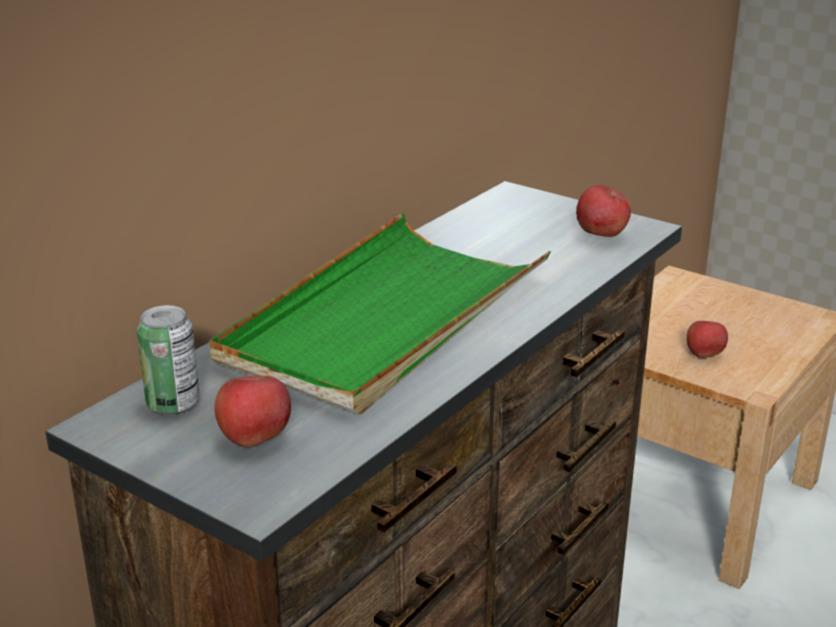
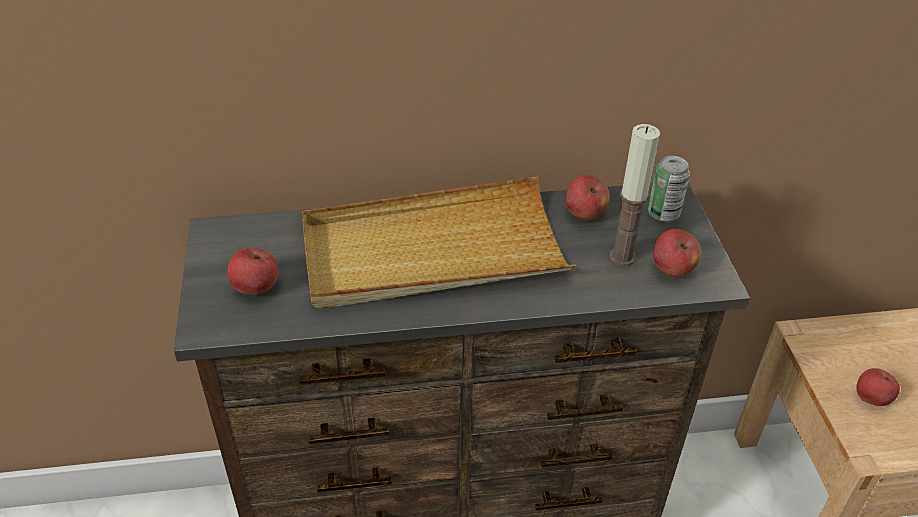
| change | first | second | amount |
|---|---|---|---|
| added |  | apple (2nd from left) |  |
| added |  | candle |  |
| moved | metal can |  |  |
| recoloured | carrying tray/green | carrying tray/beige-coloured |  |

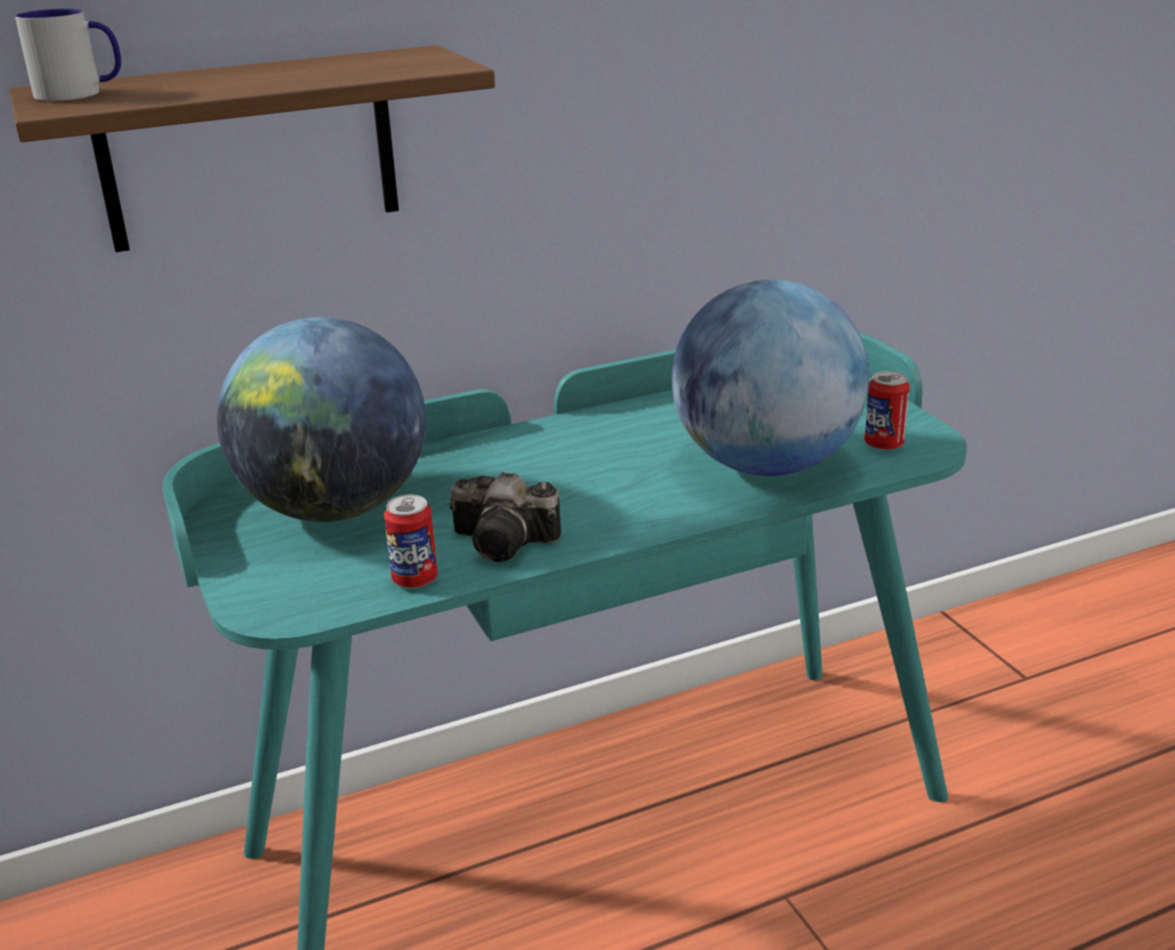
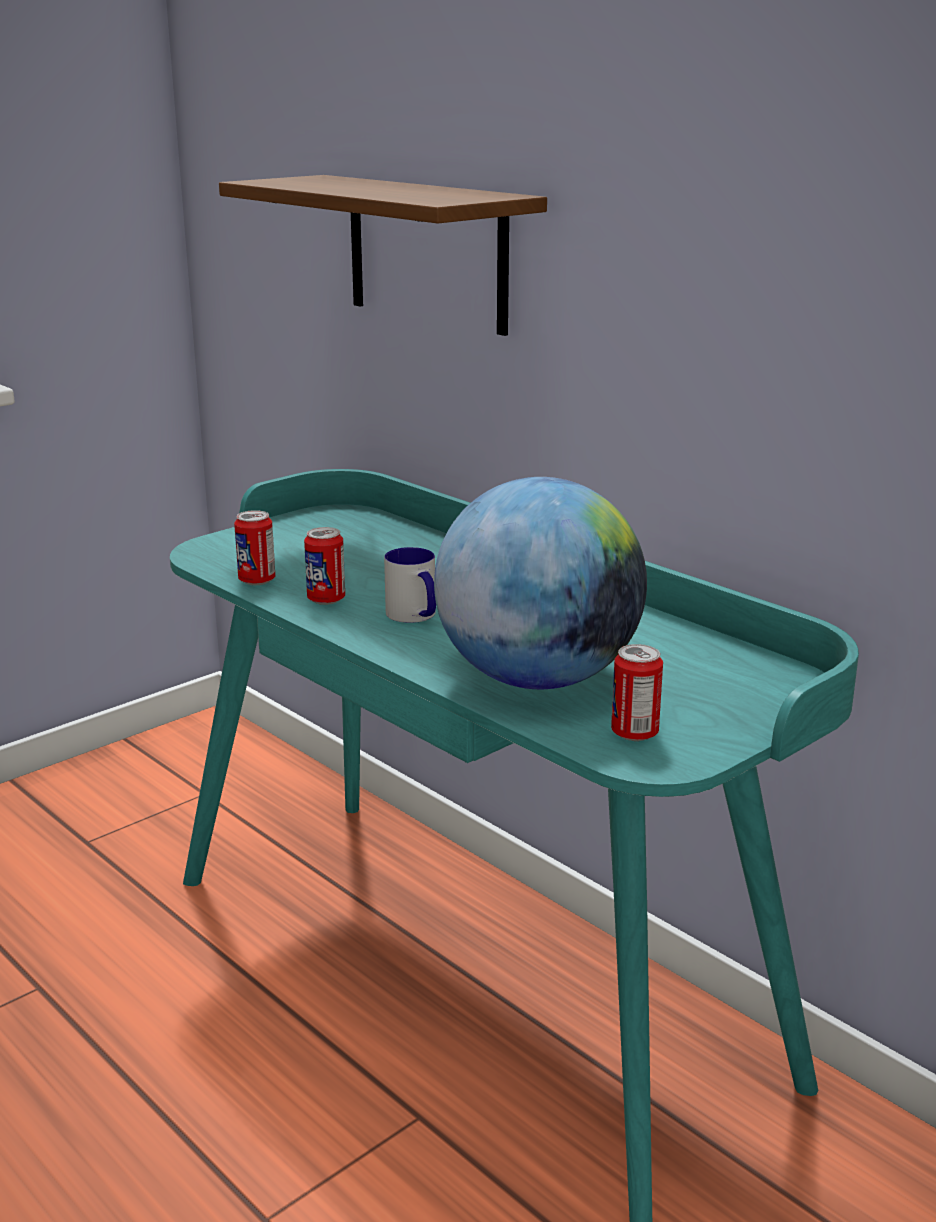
| change | first | second | amount |
|---|---|---|---|
| removed | globe (1st from left) |  |  |
| moved | mug |  |  |
| replaced | still camera | metal can (2nd from left) |  |

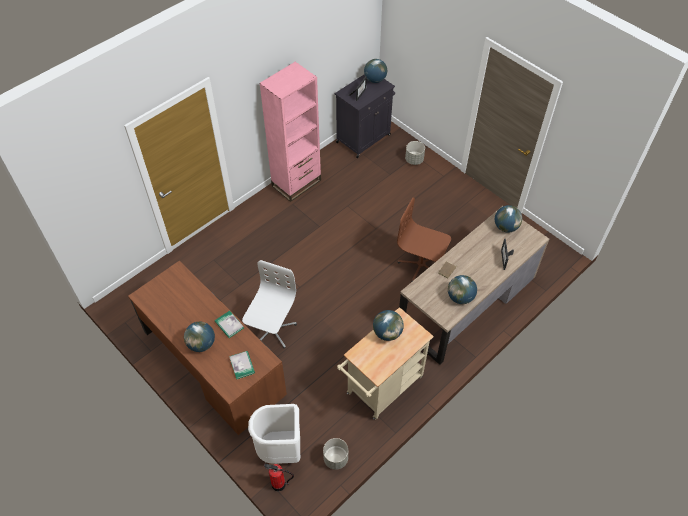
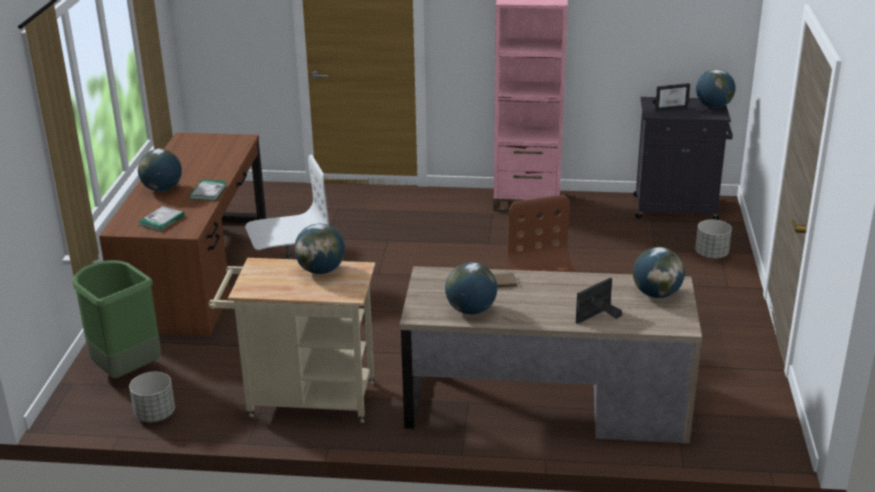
| change | first | second | amount |
|---|---|---|---|
| removed | extinguisher |  |  |
| recoloured | waste bin/white | waste bin/green |  |

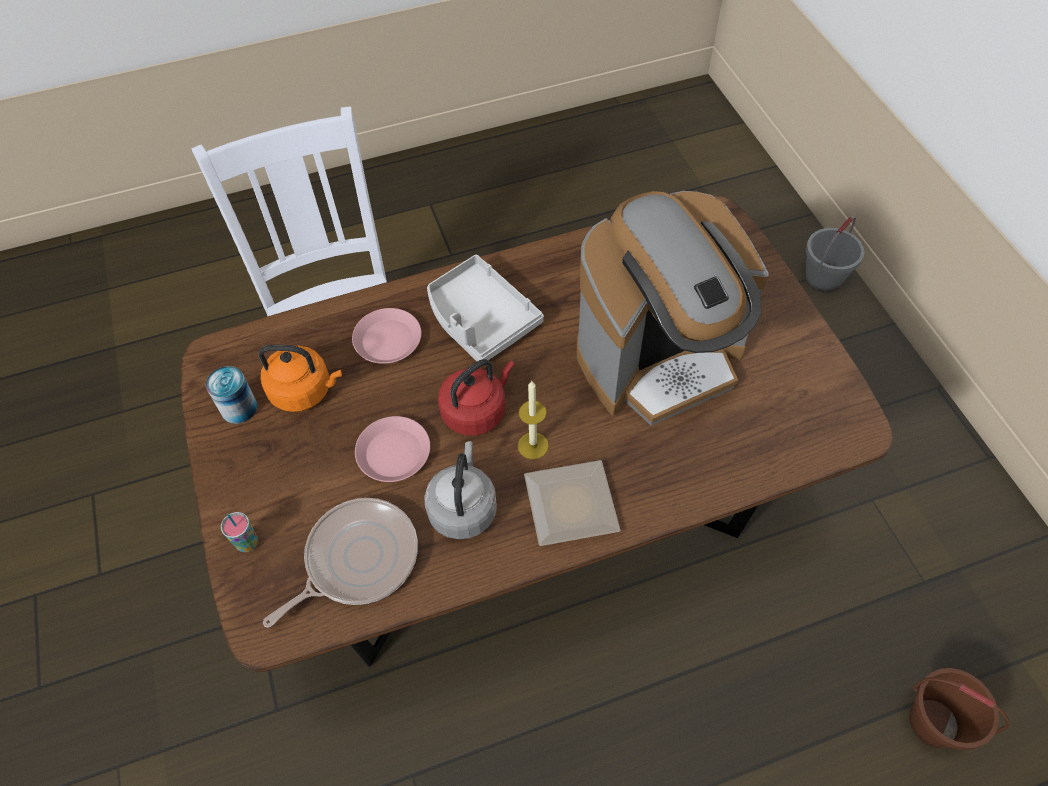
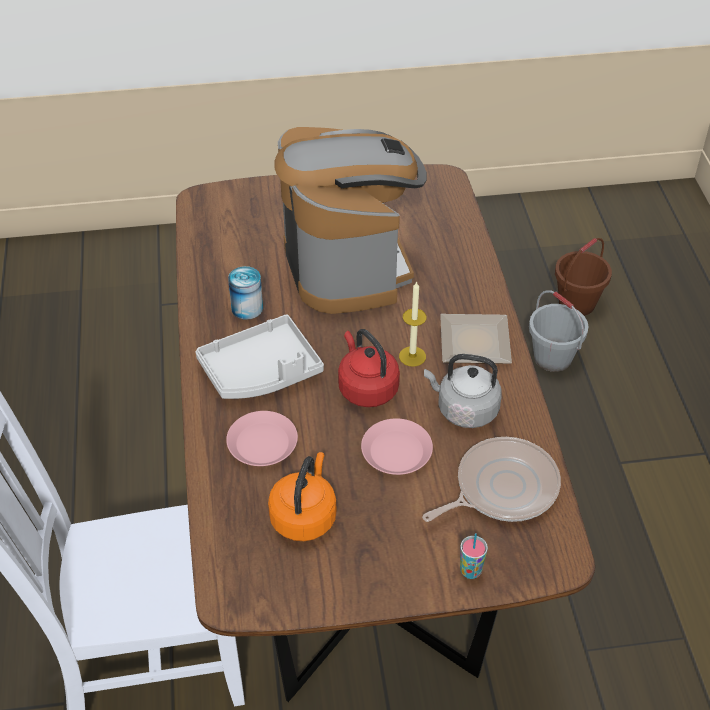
| change | first | second | amount |
|---|---|---|---|
| moved | metal can |  |  |
| moved | water bucket/greyish |  |  |
| turned | frying pan |  | 90 degrees clockwise |

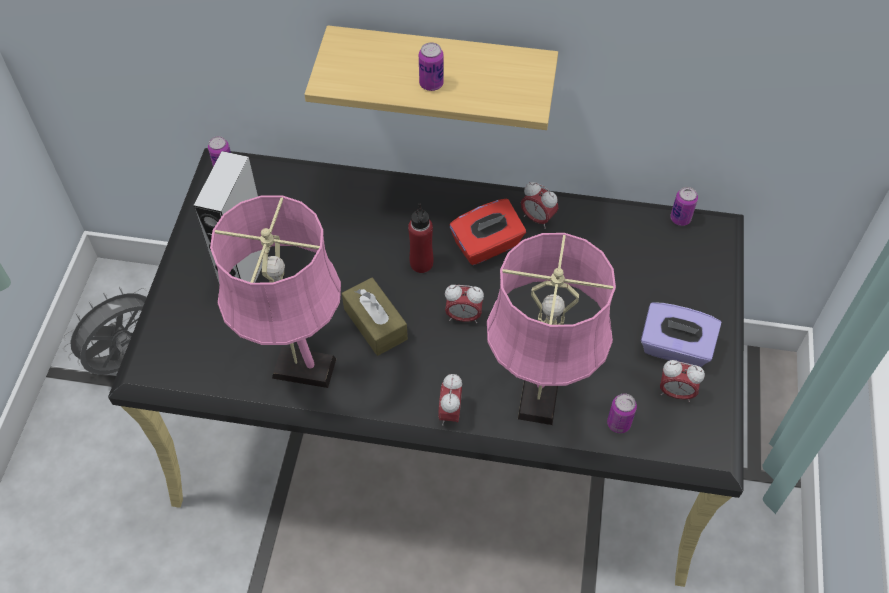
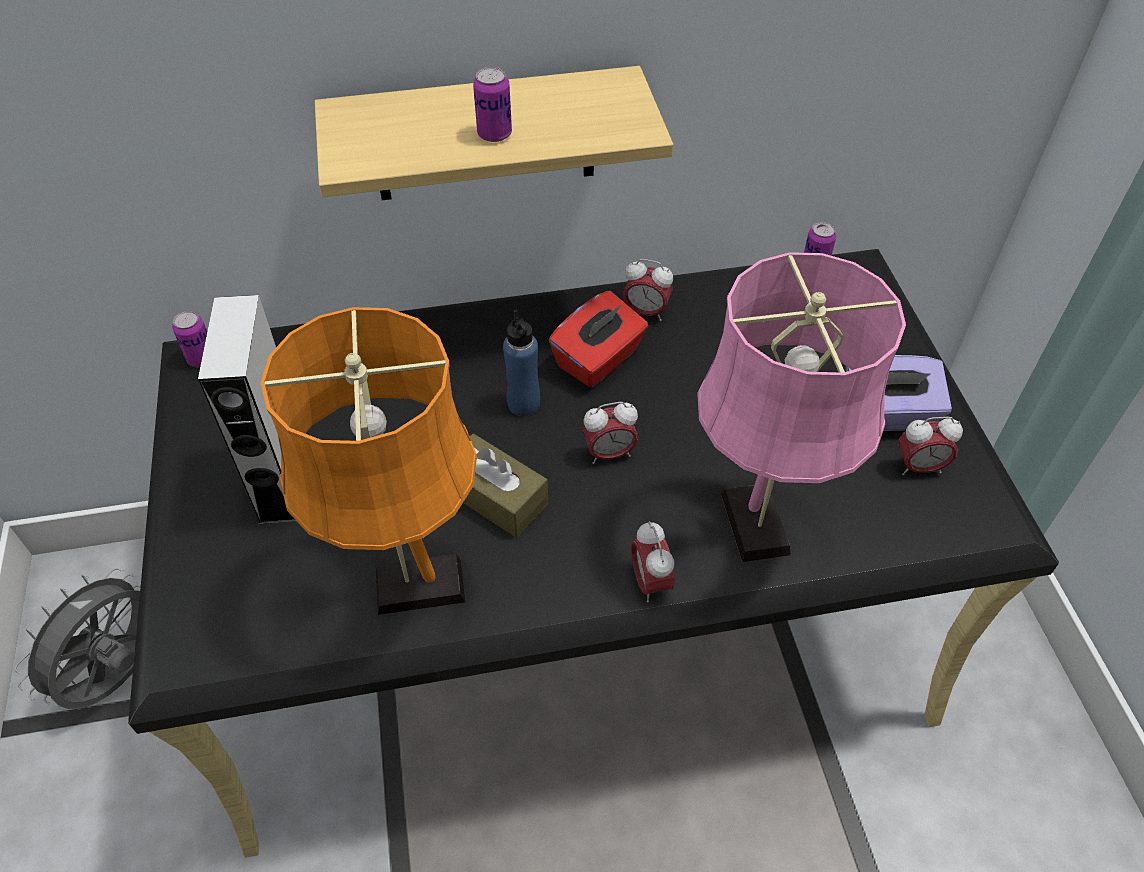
| change | first | second | amount |
|---|---|---|---|
| removed | metal can (3rd from left) |  |  |
| recoloured | lamp for a table/pink-coloured (1st from left) | lamp for a table/orangey |  |
| recoloured | bottle/red-coloured | bottle/blue-coloured |  |

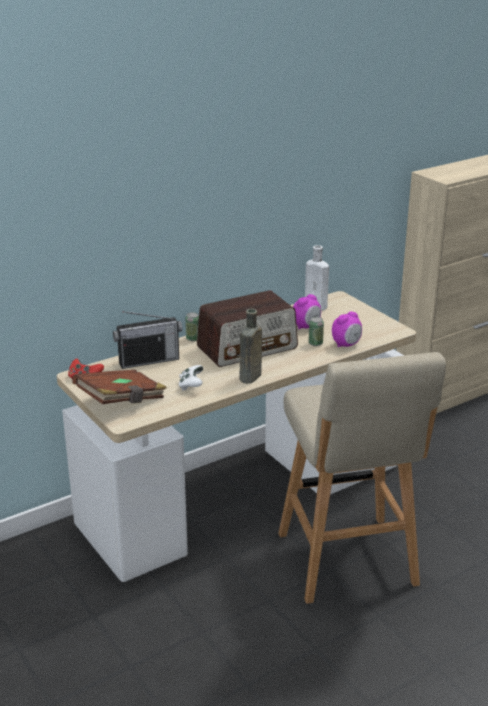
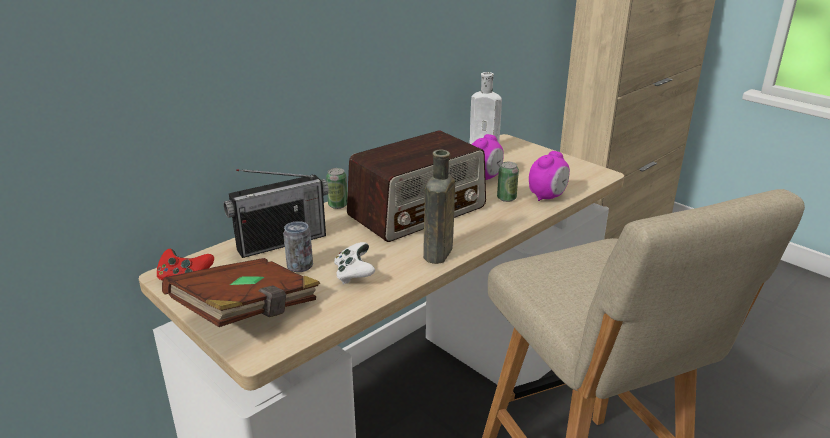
| change | first | second | amount |
|---|---|---|---|
| added |  | metal can (1st from left) |  |

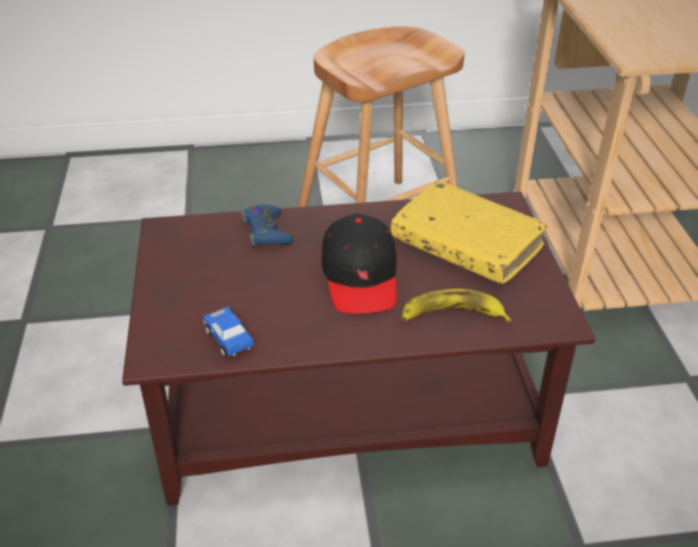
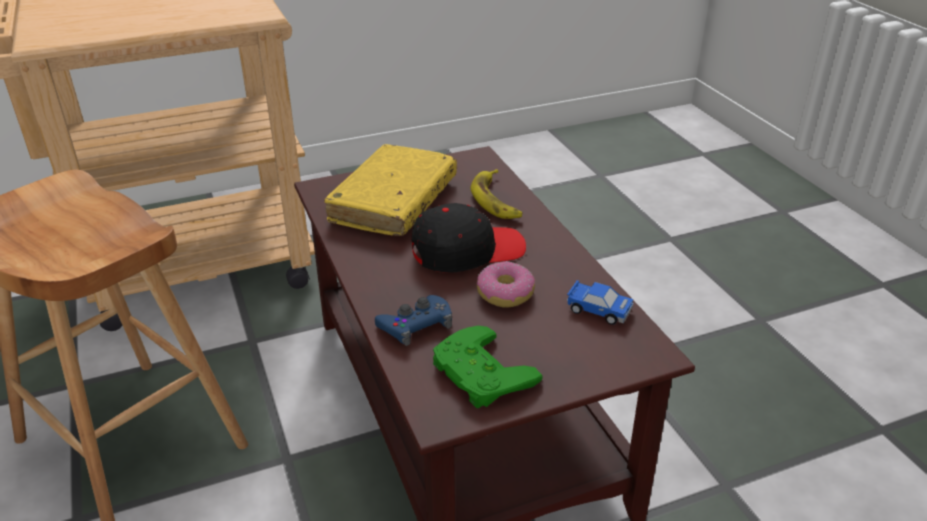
| change | first | second | amount |
|---|---|---|---|
| added |  | gamepad/green |  |
| added |  | ring doughnut |  |
| turned | toy car |  | 105 degrees counterclockwise |

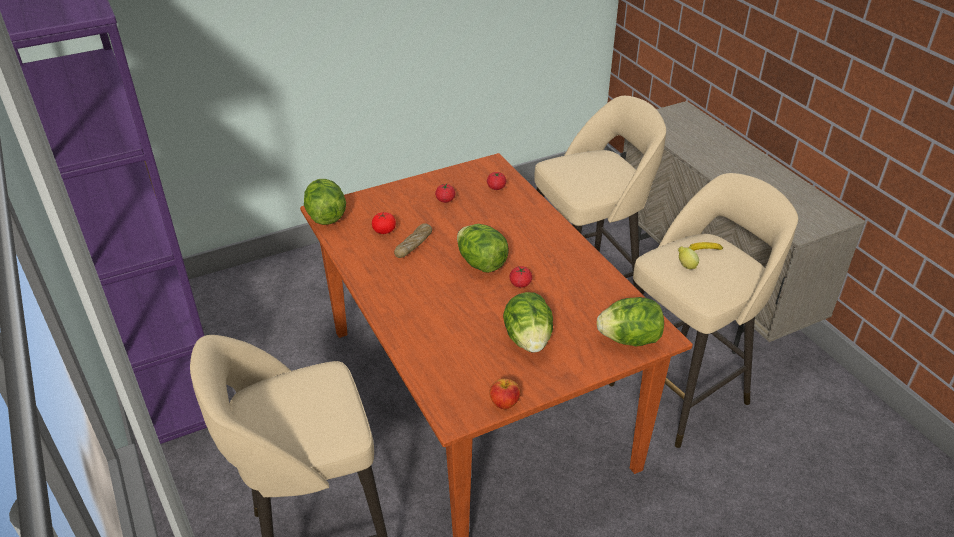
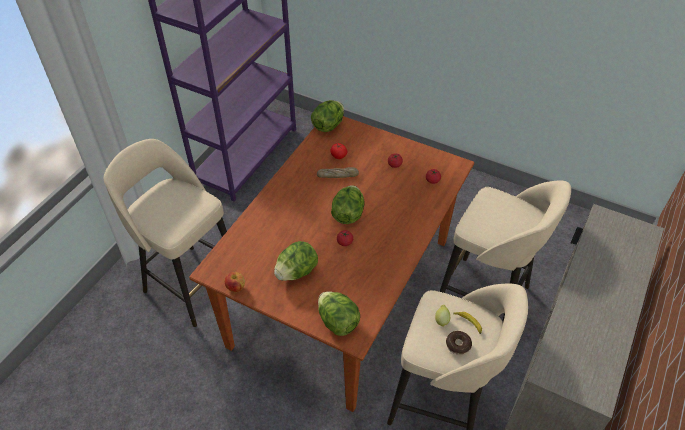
| change | first | second | amount |
|---|---|---|---|
| added |  | ring doughnut |  |

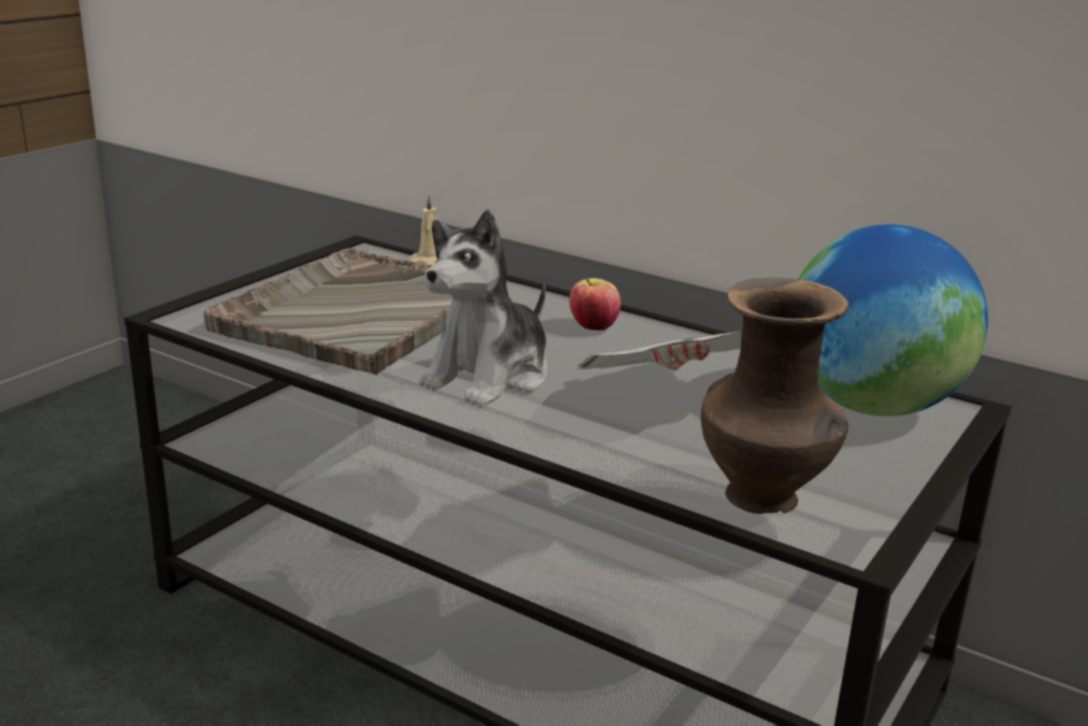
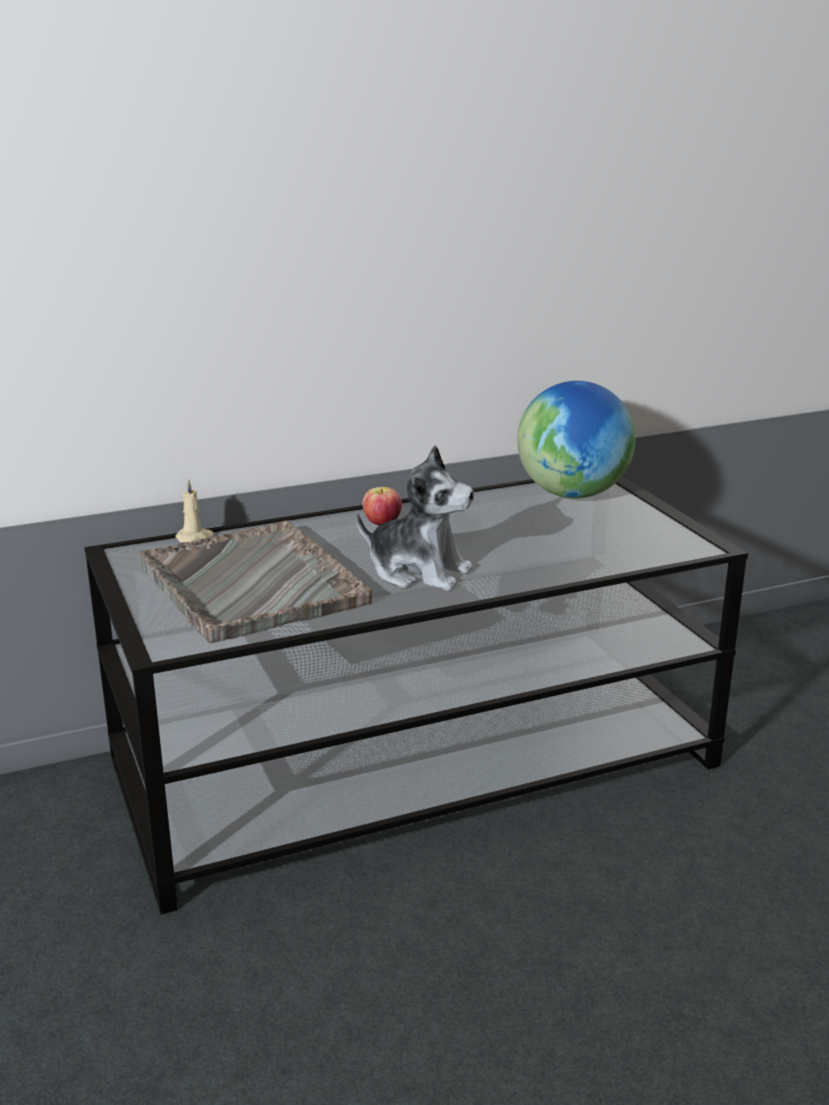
| change | first | second | amount |
|---|---|---|---|
| removed | daily paper |  |  |
| removed | flower vase/brown |  |  |
| turned | soft toy |  | 45 degrees counterclockwise |

